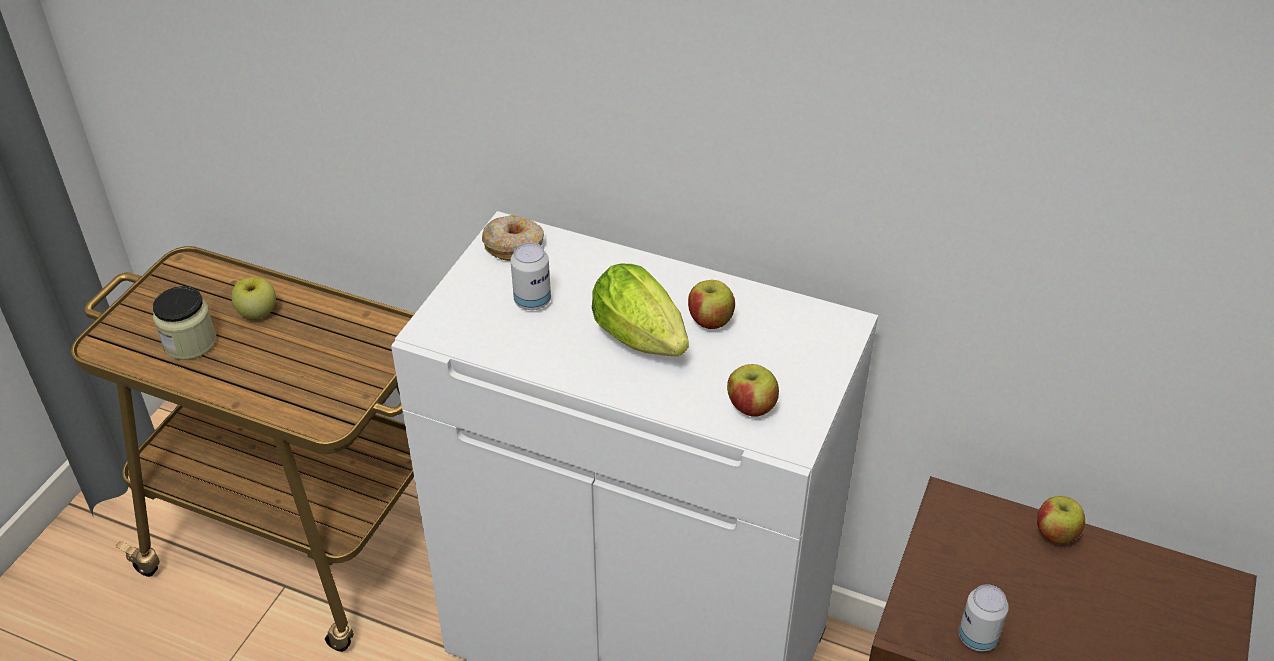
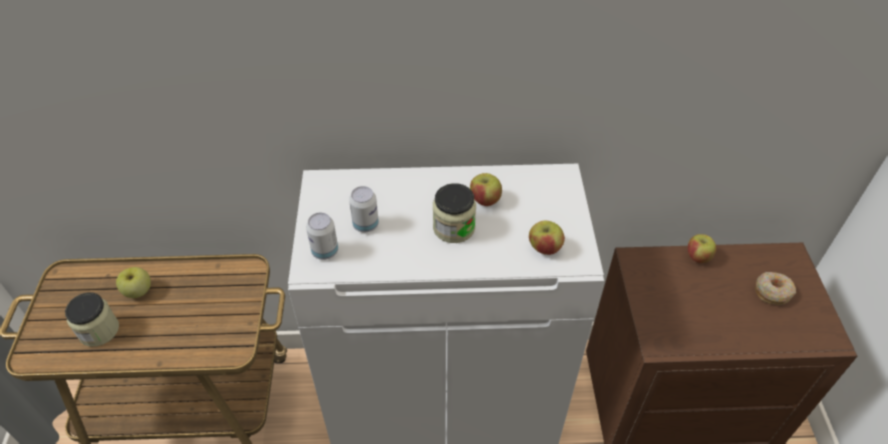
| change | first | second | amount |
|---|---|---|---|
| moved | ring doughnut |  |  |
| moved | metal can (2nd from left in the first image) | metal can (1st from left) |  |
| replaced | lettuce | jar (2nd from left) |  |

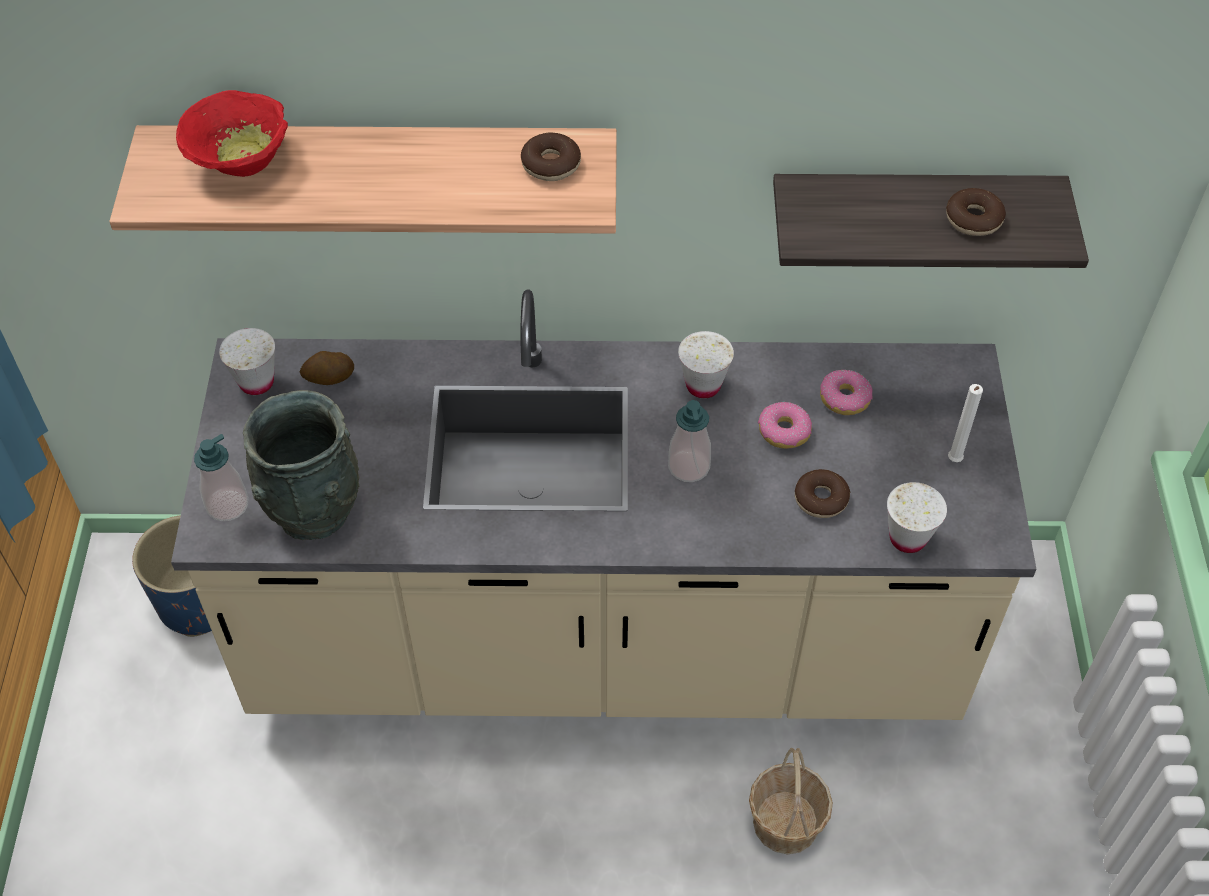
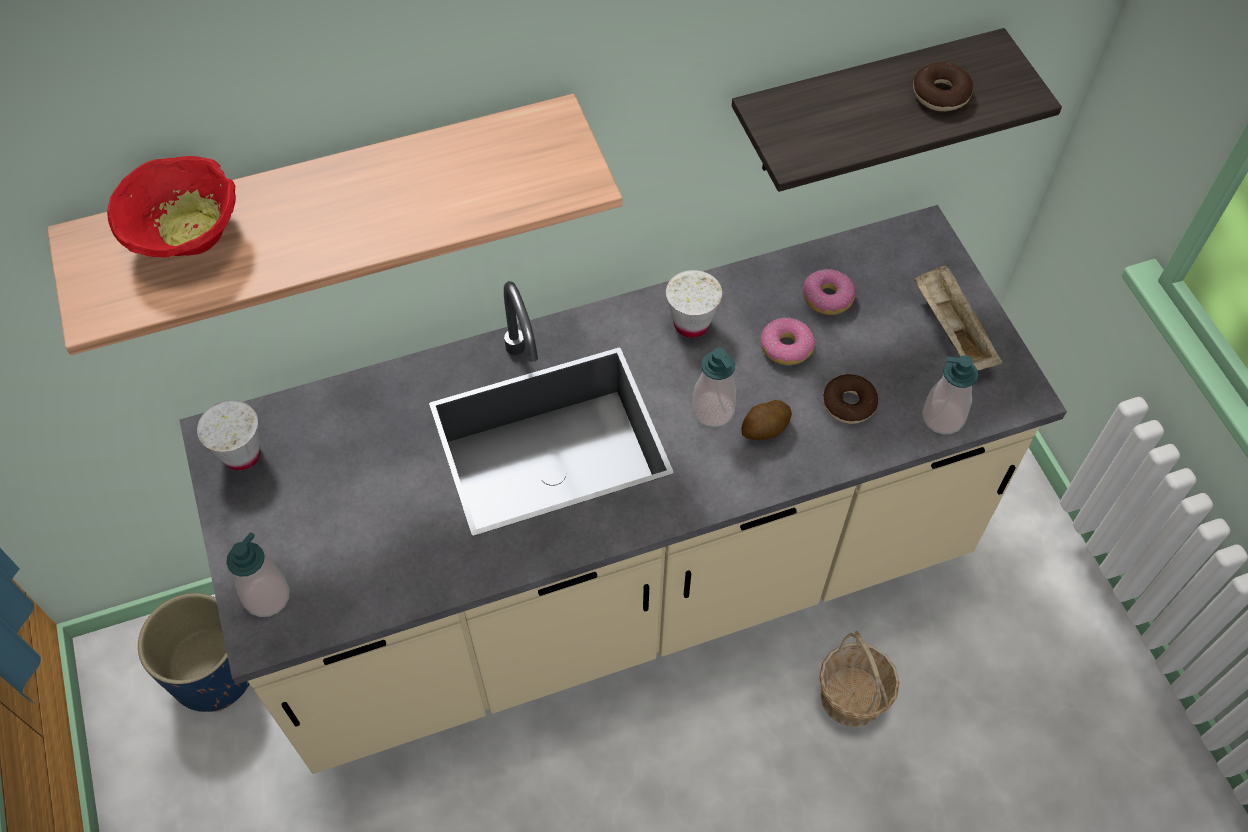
| change | first | second | amount |
|---|---|---|---|
| removed | flower vase/greyish |  |  |
| removed | ring doughnut (1st from left) |  |  |
| moved | spud |  |  |
| replaced | drinking cup/white (3rd from left) | soap bottle (3rd from left) |  |
| replaced | candle/white | carrying tray/beige-coloured |  |

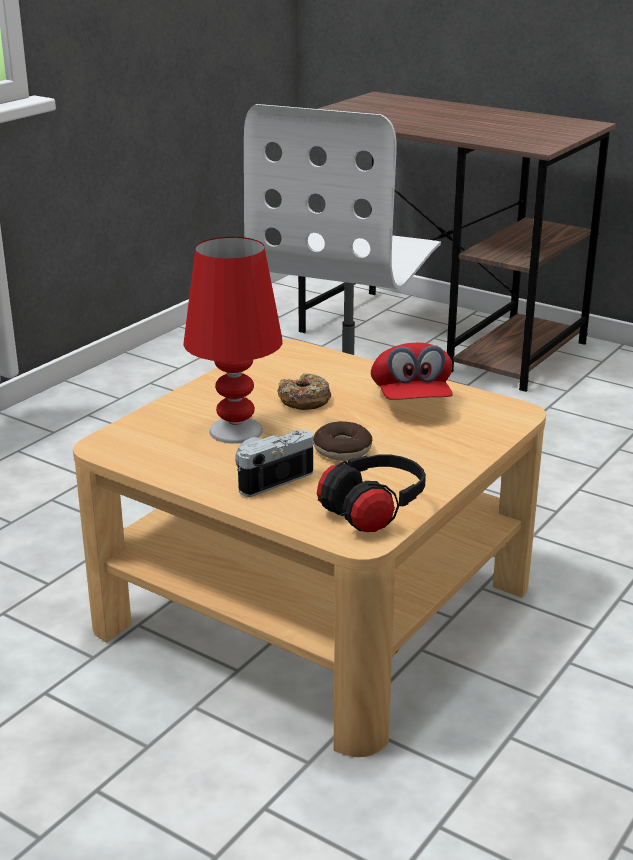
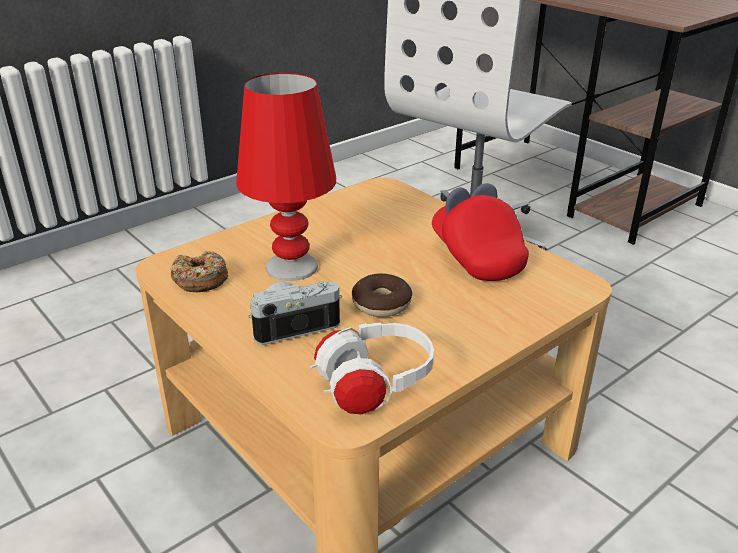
| change | first | second | amount |
|---|---|---|---|
| moved | ring doughnut (1st from left) |  |  |
| recoloured | pair of headphones/black | pair of headphones/white |  |
| turned | cap/red-coloured |  | 150 degrees clockwise |

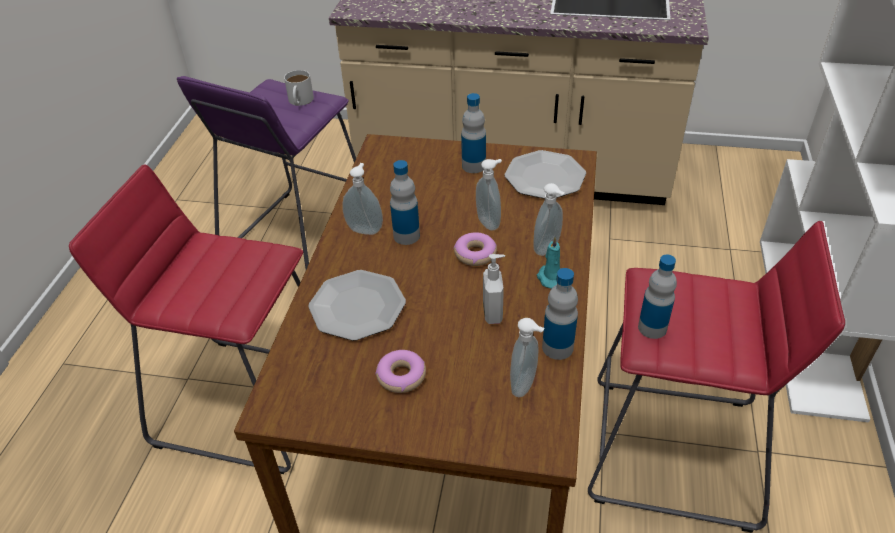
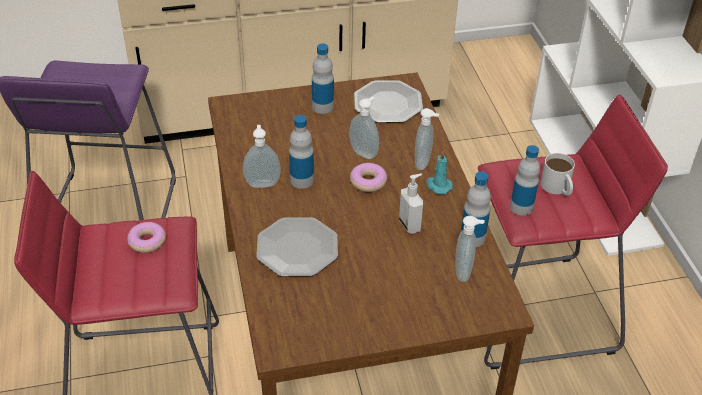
| change | first | second | amount |
|---|---|---|---|
| moved | mug/white |  |  |
| moved | ring doughnut (1st from left) |  |  |

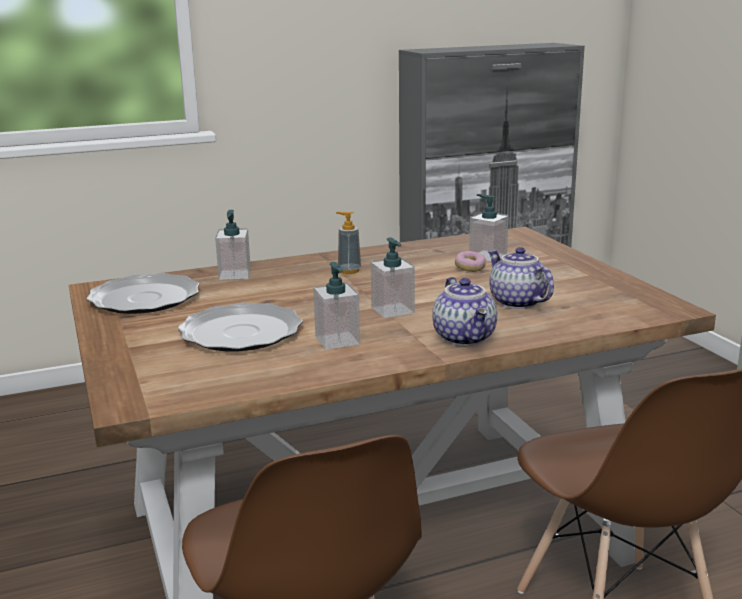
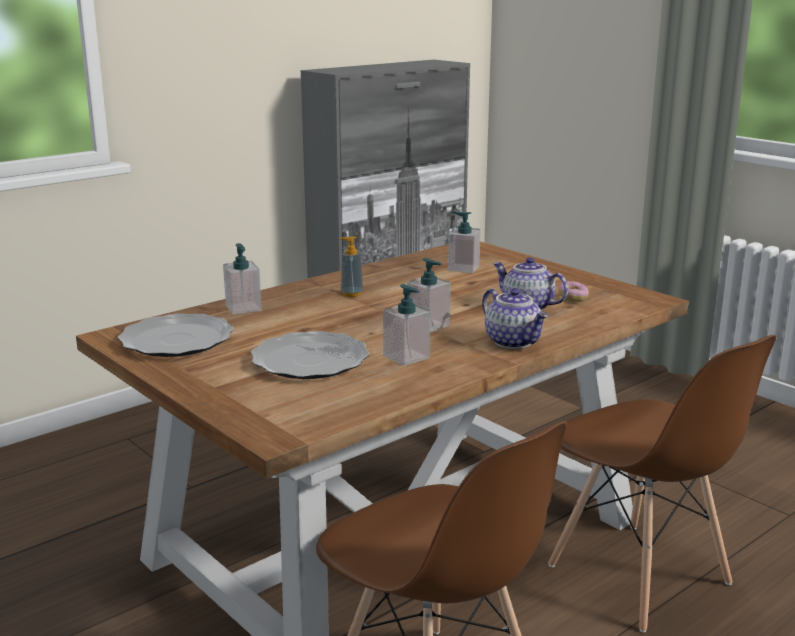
| change | first | second | amount |
|---|---|---|---|
| moved | ring doughnut |  |  |

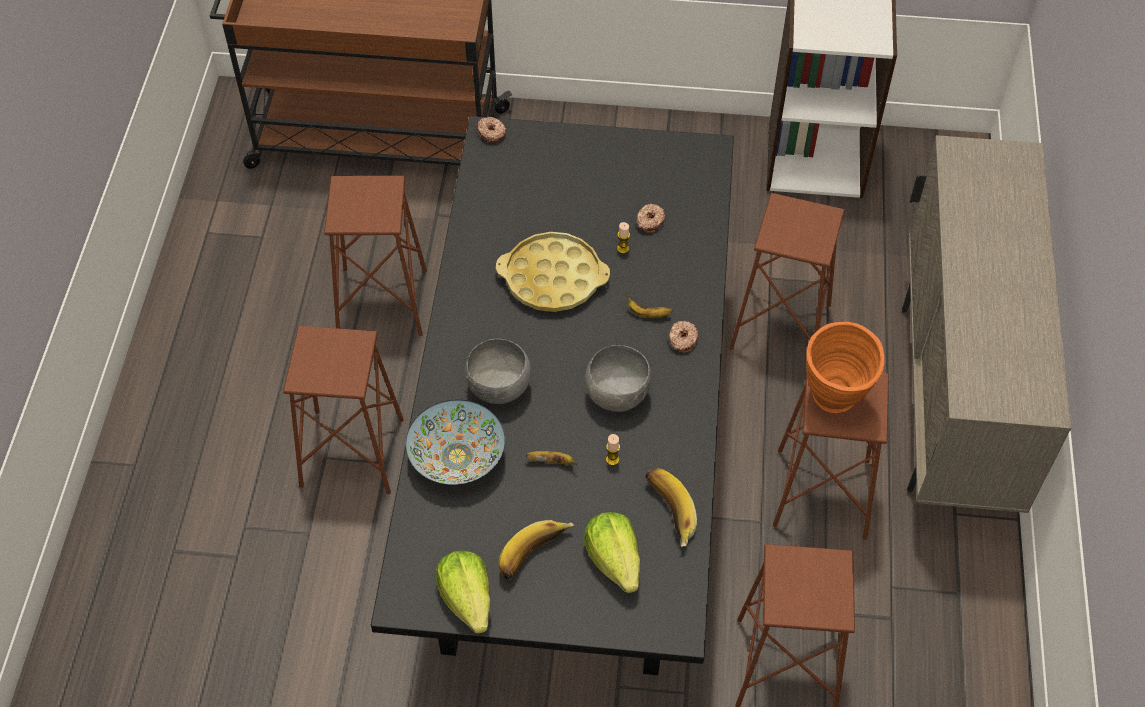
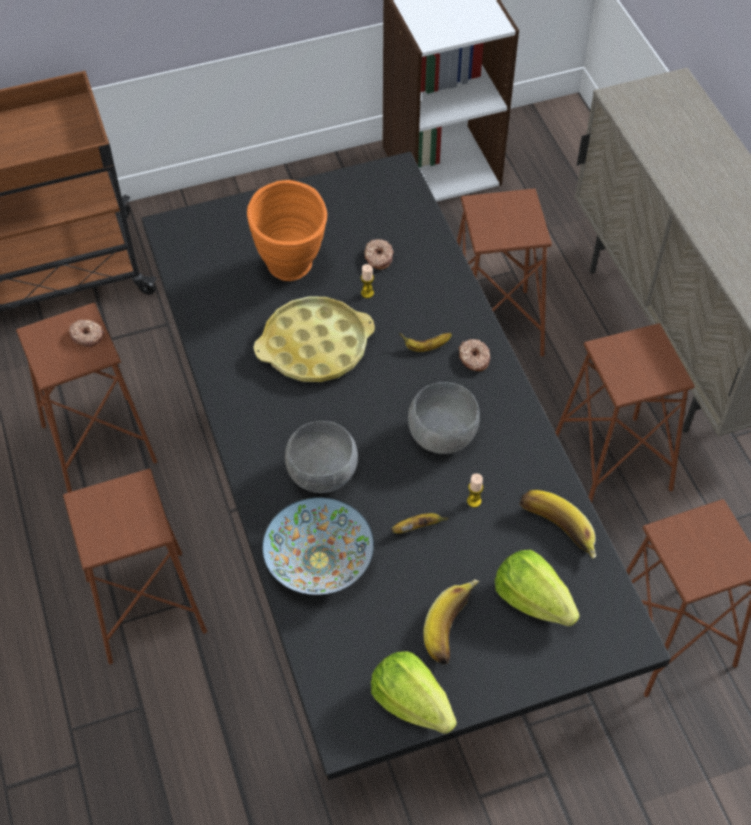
| change | first | second | amount |
|---|---|---|---|
| moved | ring doughnut (1st from left) |  |  |
| moved | flower vase/orangey |  |  |

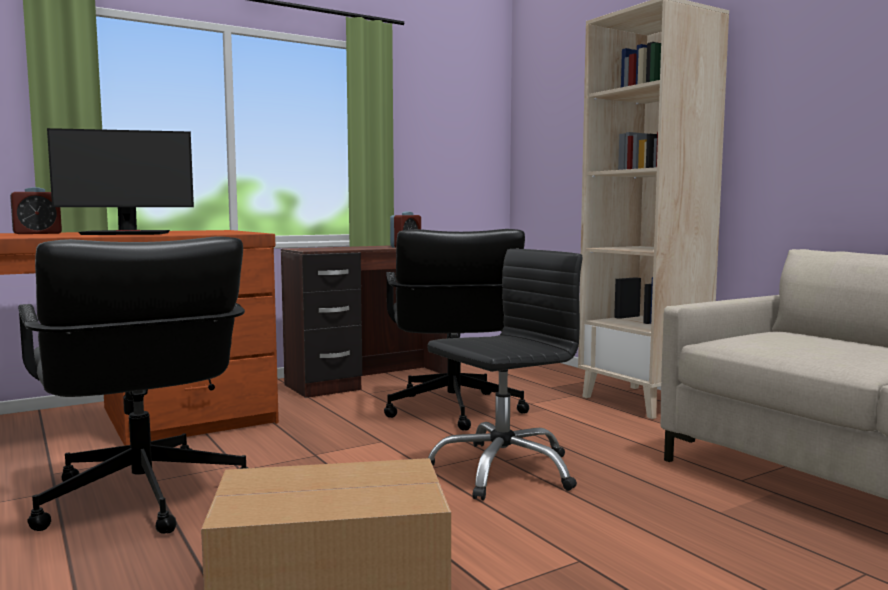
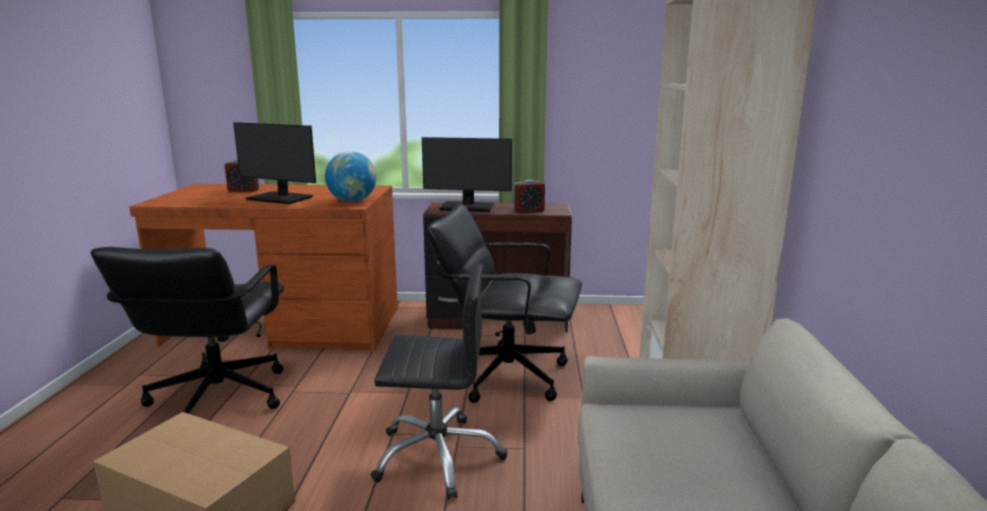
| change | first | second | amount |
|---|---|---|---|
| added |  | globe |  |
| added |  | monitor (2nd from left) |  |
| turned | office chair/black (2nd from left in the first image) | office chair/black (3rd from left) | 75 degrees clockwise |

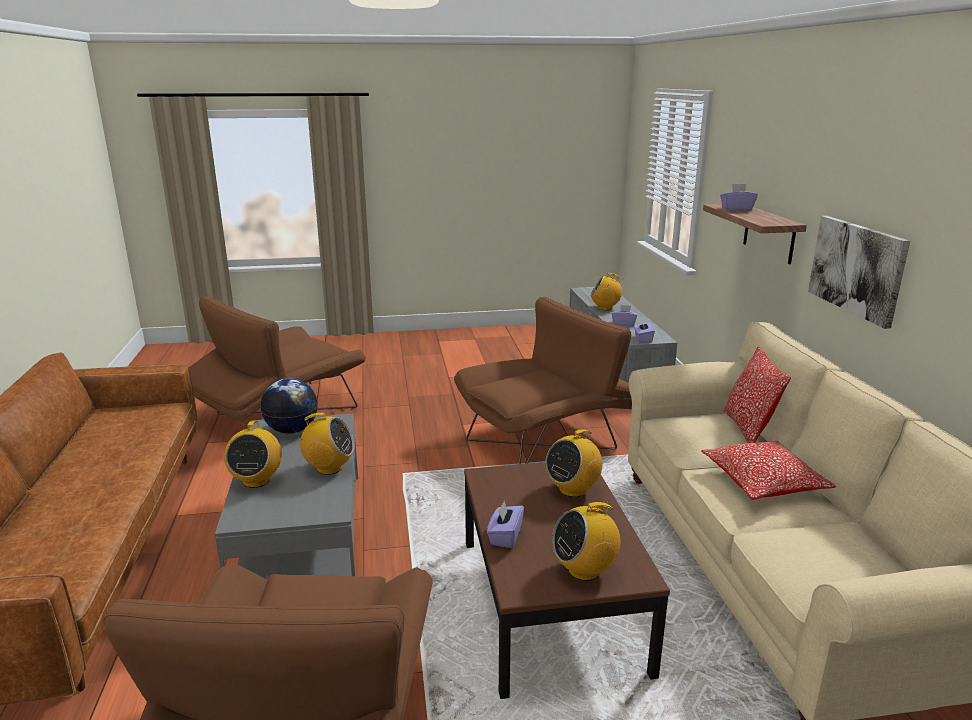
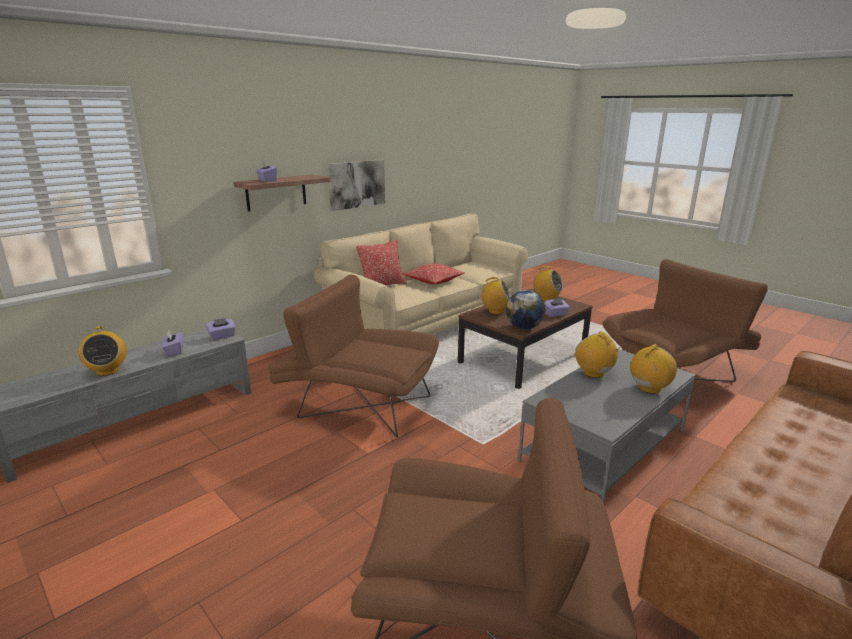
| change | first | second | amount |
|---|---|---|---|
| moved | globe |  |  |

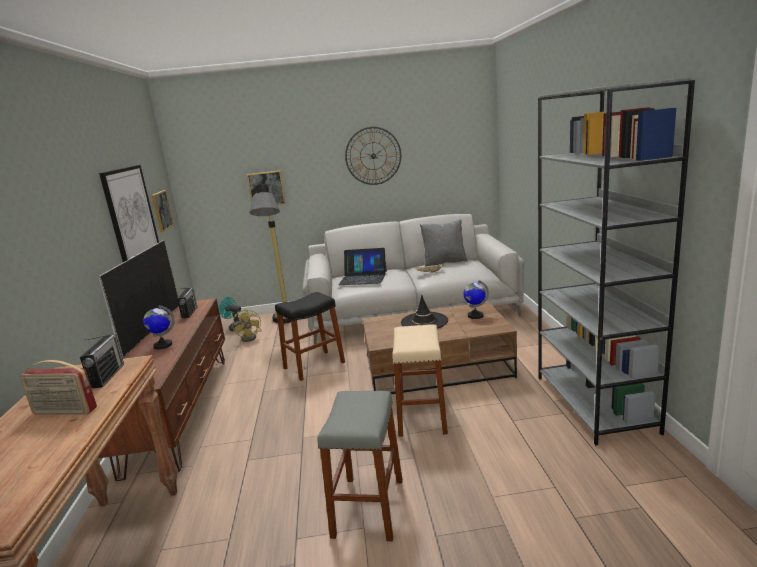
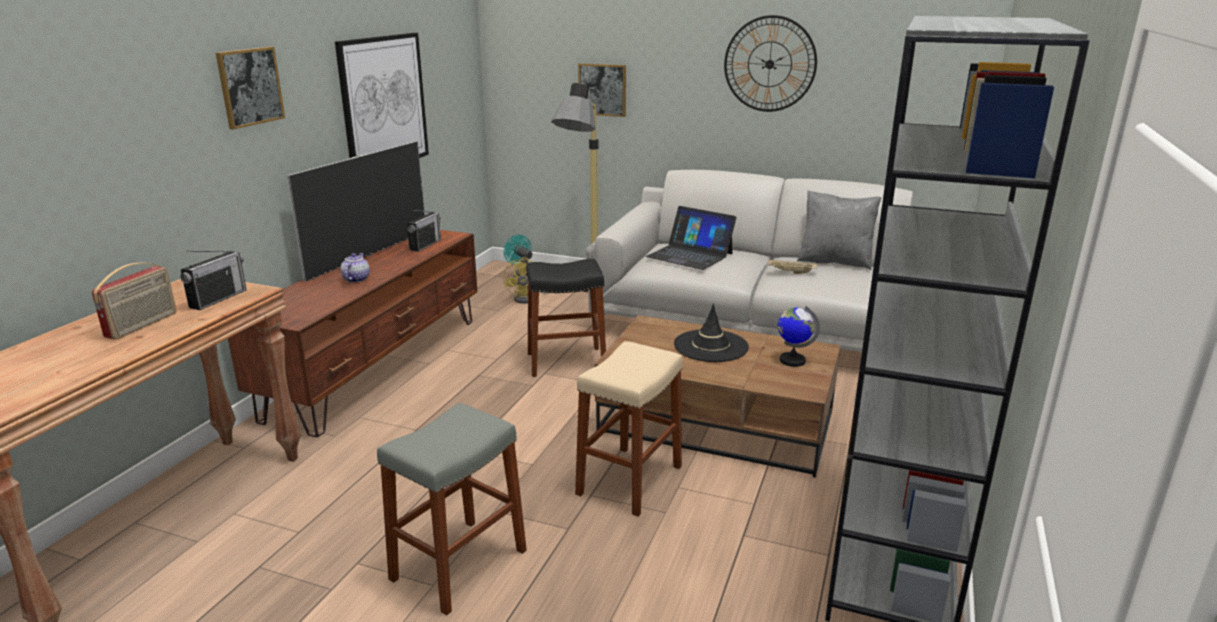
| change | first | second | amount |
|---|---|---|---|
| moved | picture (2nd from left in the first image) | picture (1st from left) |  |
| replaced | globe (1st from left) | teapot |  |
| turned | radio (1st from left) |  | 105 degrees counterclockwise |

